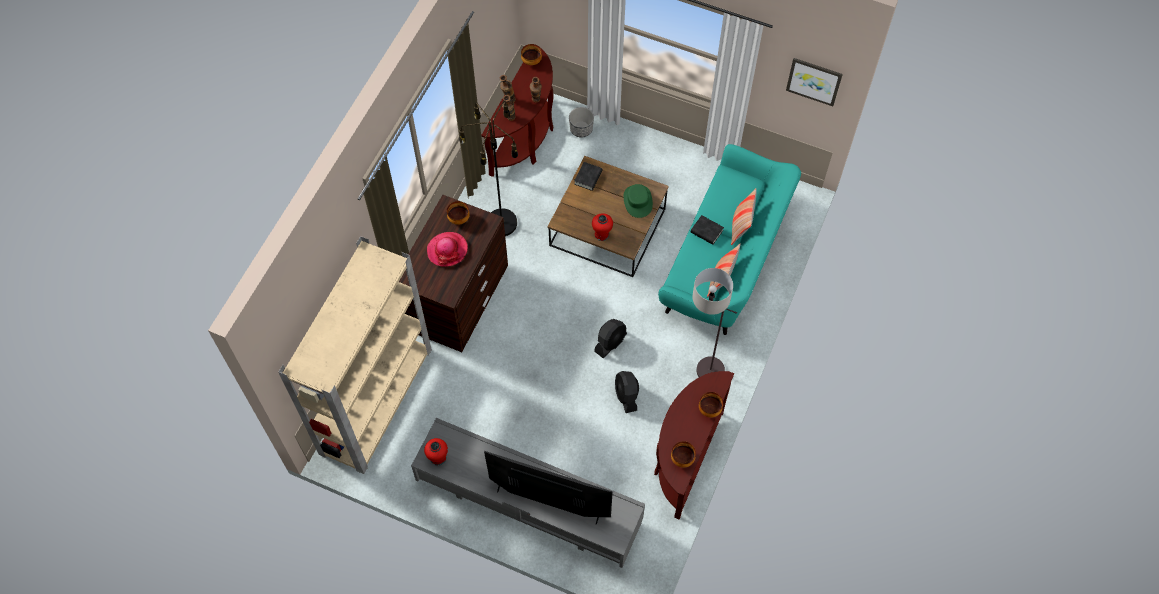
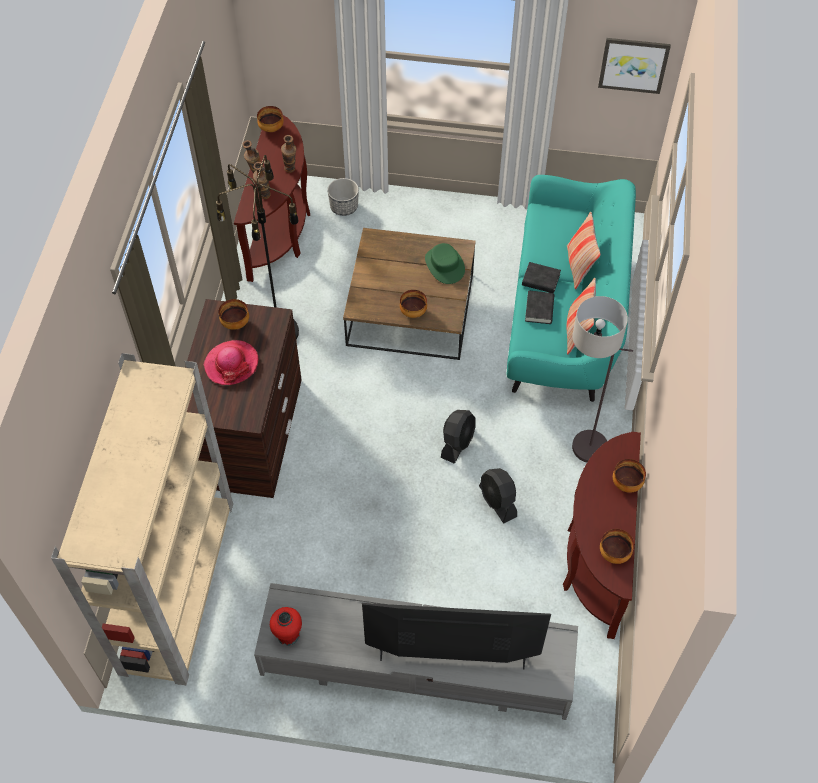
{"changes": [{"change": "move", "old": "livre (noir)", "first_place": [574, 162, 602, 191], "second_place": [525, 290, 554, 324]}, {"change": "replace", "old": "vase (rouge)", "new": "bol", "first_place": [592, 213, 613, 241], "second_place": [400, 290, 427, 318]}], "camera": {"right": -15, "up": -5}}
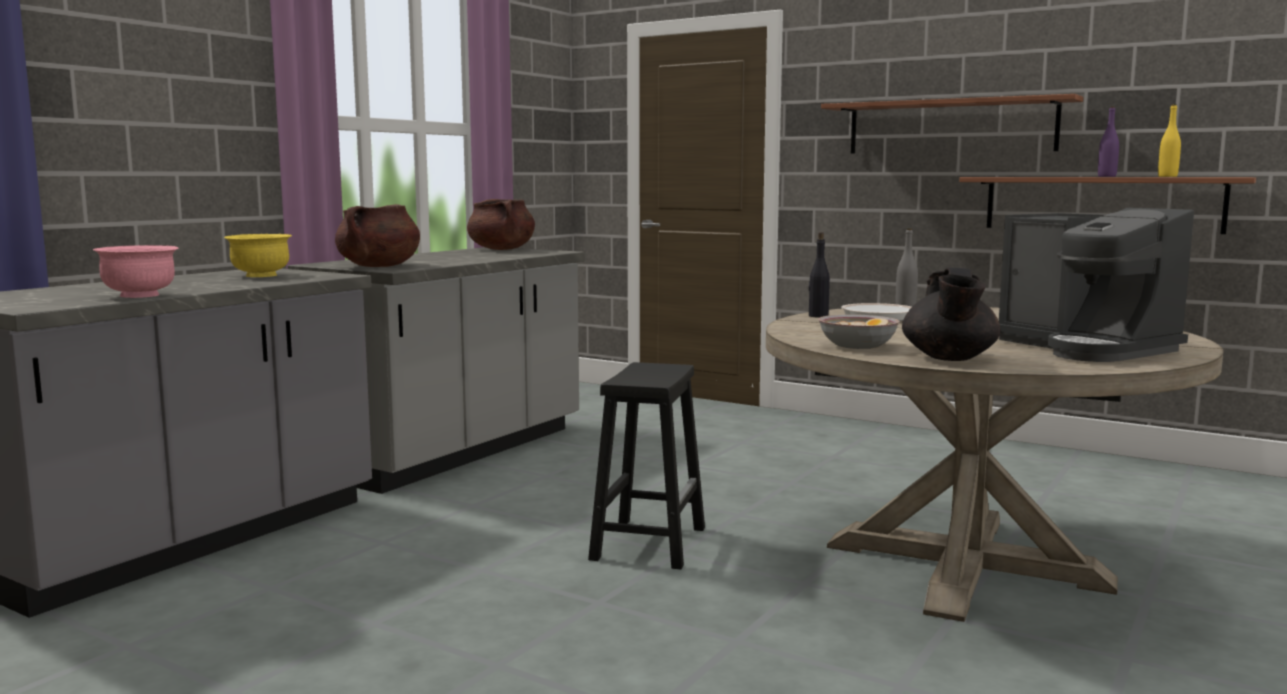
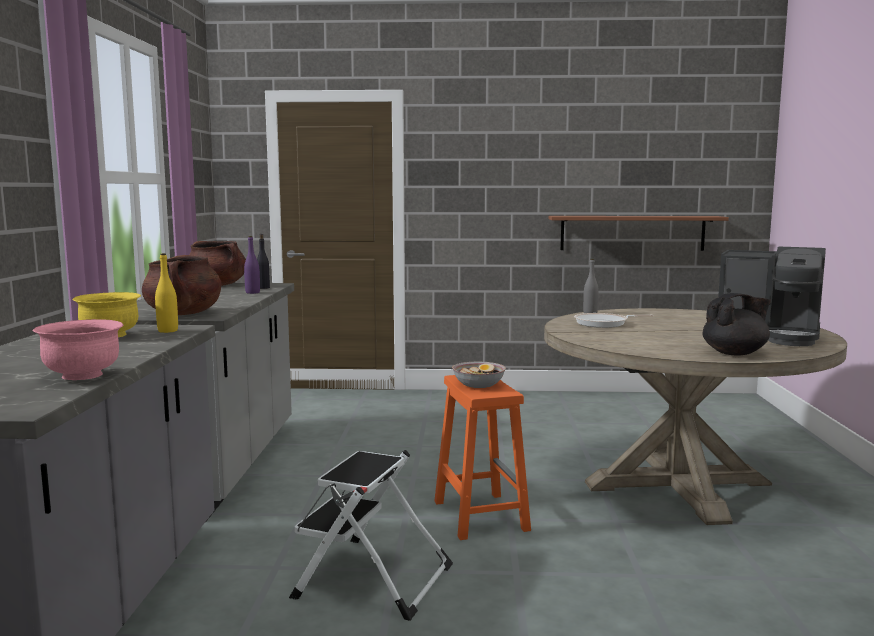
{"changes": [{"change": "delete", "old": "étagère", "first_place": [821, 94, 1083, 154]}, {"change": "move", "old": "bouteille (jaune)", "first_place": [1158, 104, 1181, 177], "second_place": [155, 253, 178, 333]}, {"change": "move", "old": "bouteille (violet)", "first_place": [1098, 106, 1119, 177], "second_place": [244, 236, 260, 294]}, {"change": "move", "old": "bouteille (noir)", "first_place": [809, 232, 830, 318], "second_place": [257, 234, 270, 289]}, {"change": "rotate", "old": "théière (noir)", "first_place": [902, 267, 1000, 361], "second_place": [703, 293, 771, 356], "degrees": -90}, {"change": "move", "old": "bol", "first_place": [818, 314, 900, 349], "second_place": [452, 361, 506, 388]}, {"change": "recolor", "old": "tabouret (noir)", "new": "tabouret (orange)", "first_place": [588, 362, 705, 570], "second_place": [434, 375, 531, 540]}, {"change": "insert", "new": "escabeau", "second_place": [289, 450, 453, 621]}], "camera": {"right": -30, "up": 0}}
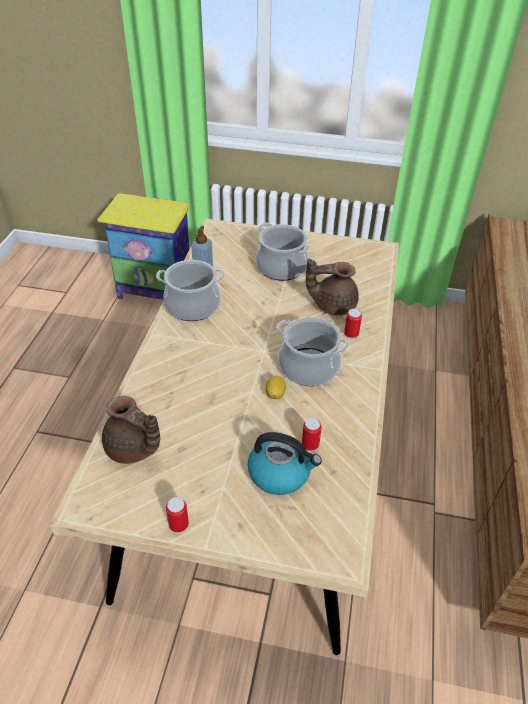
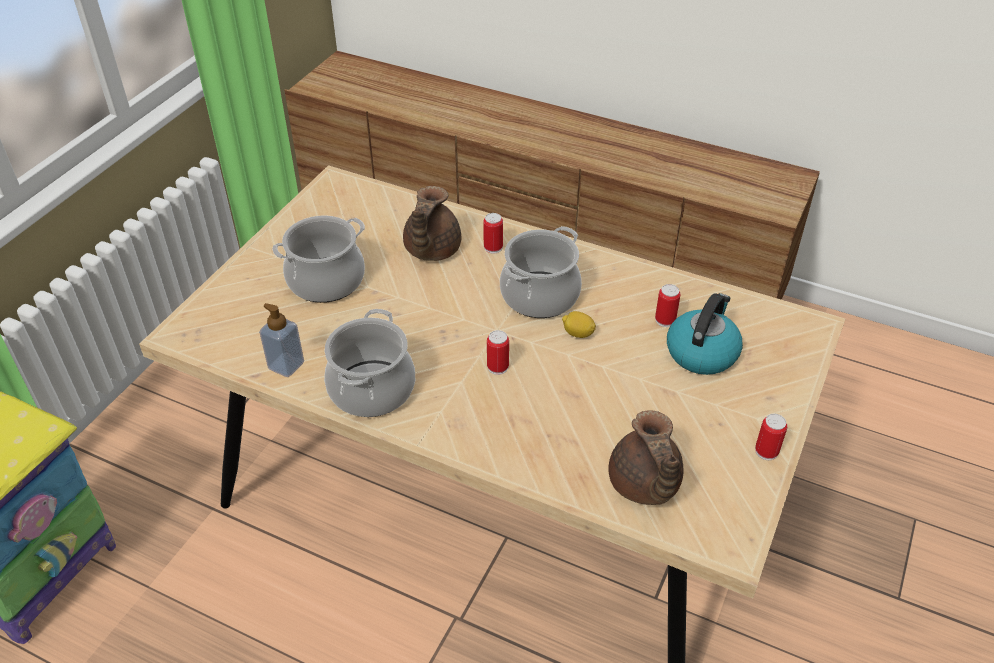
{"changes": [{"change": "rotate", "old": "théière (marron)", "first_place": [102, 396, 160, 464], "second_place": [608, 411, 684, 505], "degrees": 120}, {"change": "insert", "new": "boîte métallique", "second_place": [487, 330, 509, 375]}], "camera": {"right": -75, "up": 0}}
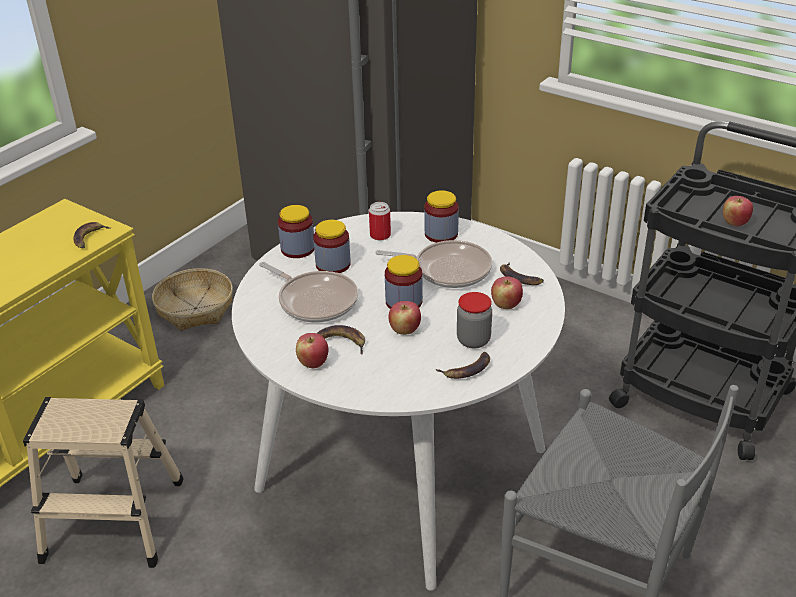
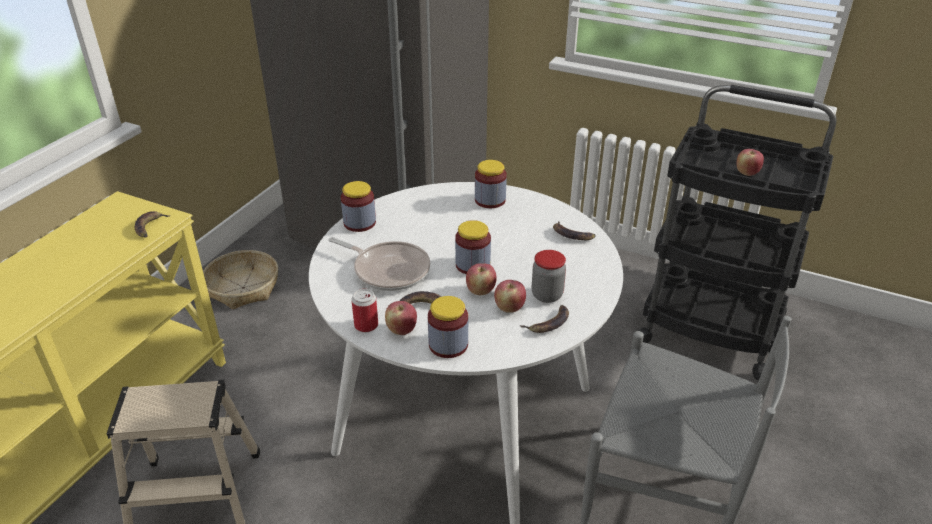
{"changes": [{"change": "move", "old": "boîte métallique", "first_place": [369, 202, 391, 240], "second_place": [351, 289, 378, 332]}, {"change": "move", "old": "bocal", "first_place": [313, 220, 351, 273], "second_place": [428, 296, 468, 358]}, {"change": "delete", "old": "poêle", "first_place": [375, 240, 492, 288]}, {"change": "move", "old": "pomme", "first_place": [491, 276, 523, 309], "second_place": [494, 280, 526, 313]}], "camera": {"right": -10, "up": 0}}
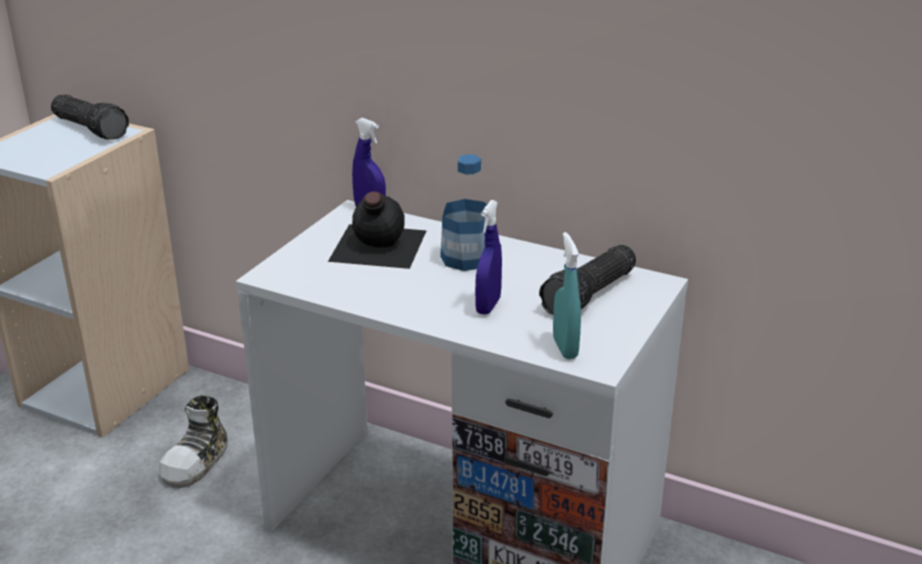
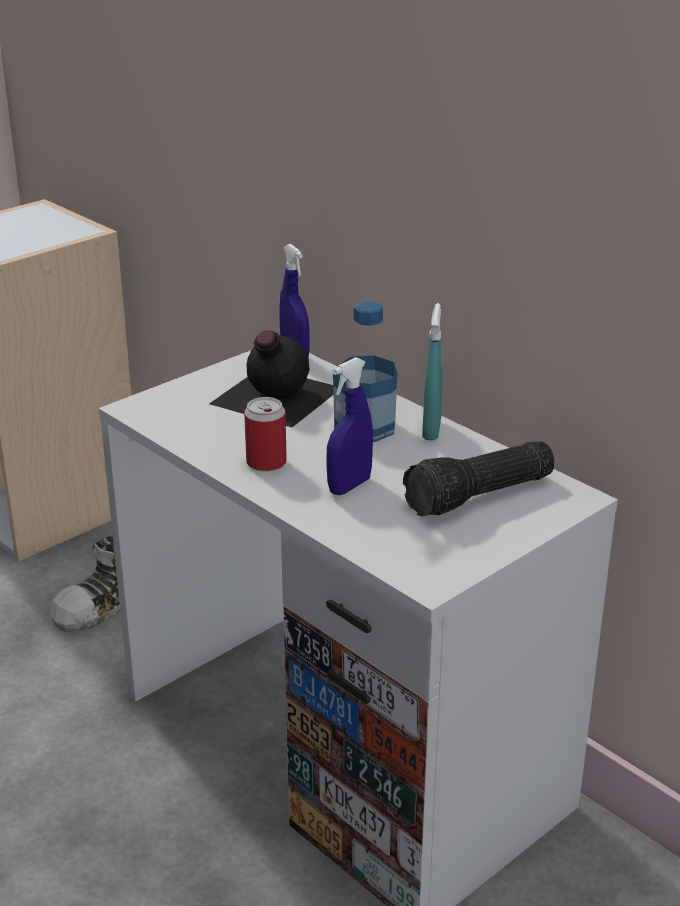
{"changes": [{"change": "delete", "old": "lampe de poche", "first_place": [51, 95, 129, 140]}, {"change": "move", "old": "vaporisateur (turquoise)", "first_place": [553, 232, 581, 359], "second_place": [422, 303, 443, 440]}, {"change": "insert", "new": "boîte métallique", "second_place": [244, 397, 287, 472]}], "camera": {"right": 20, "up": 0}}
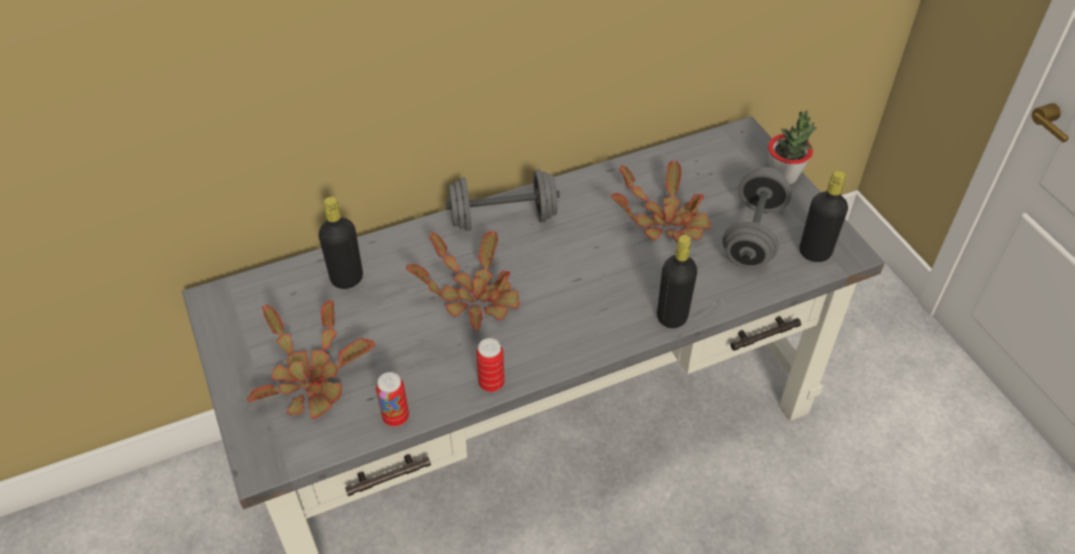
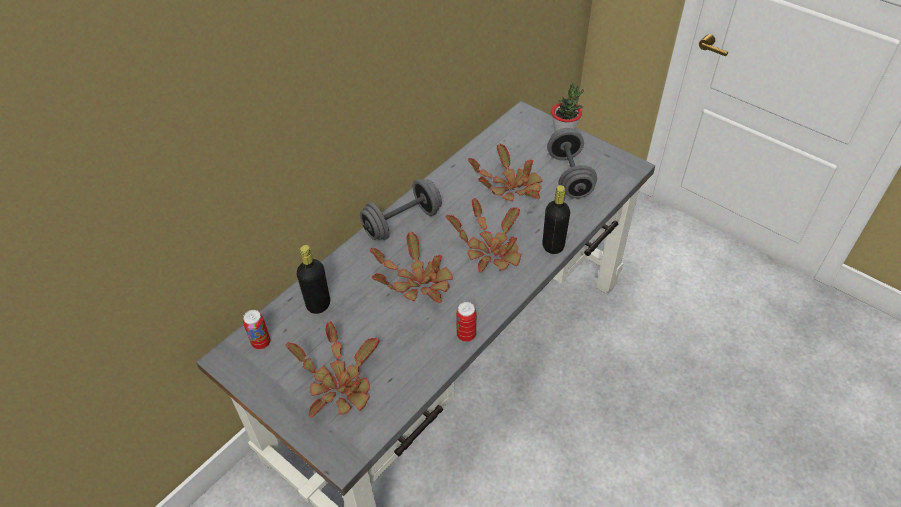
{"changes": [{"change": "delete", "old": "bouteille (noir)", "first_place": [800, 170, 848, 262]}, {"change": "move", "old": "boîte métallique", "first_place": [376, 372, 409, 427], "second_place": [243, 310, 271, 350]}, {"change": "insert", "new": "plante en pot", "second_place": [446, 198, 521, 272]}], "camera": {"right": -25, "up": 0}}
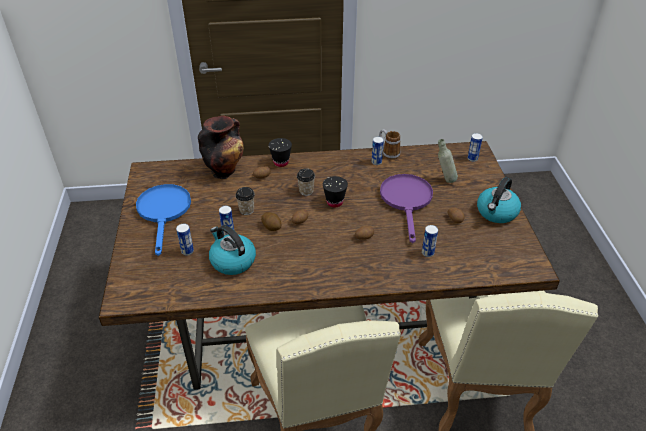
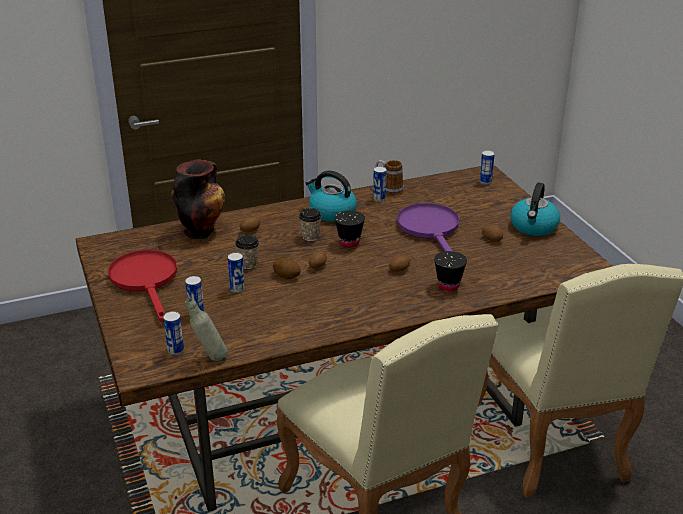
{"changes": [{"change": "move", "old": "tasse (noir)", "first_place": [269, 138, 292, 167], "second_place": [434, 251, 467, 291]}, {"change": "move", "old": "bouteille (gris)", "first_place": [438, 139, 458, 183], "second_place": [185, 298, 227, 361]}, {"change": "recolor", "old": "poêle (bleu)", "new": "poêle (rouge)", "first_place": [136, 184, 191, 256], "second_place": [108, 250, 177, 322]}, {"change": "move", "old": "bouilloire", "first_place": [209, 225, 256, 275], "second_place": [306, 171, 357, 222]}, {"change": "move", "old": "boîte métallique", "first_place": [422, 225, 438, 257], "second_place": [163, 311, 184, 355]}], "camera": {"right": -15, "up": -10}}
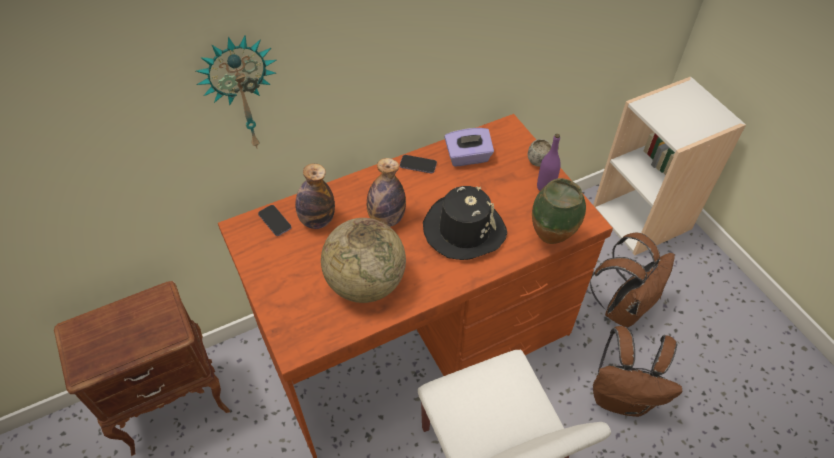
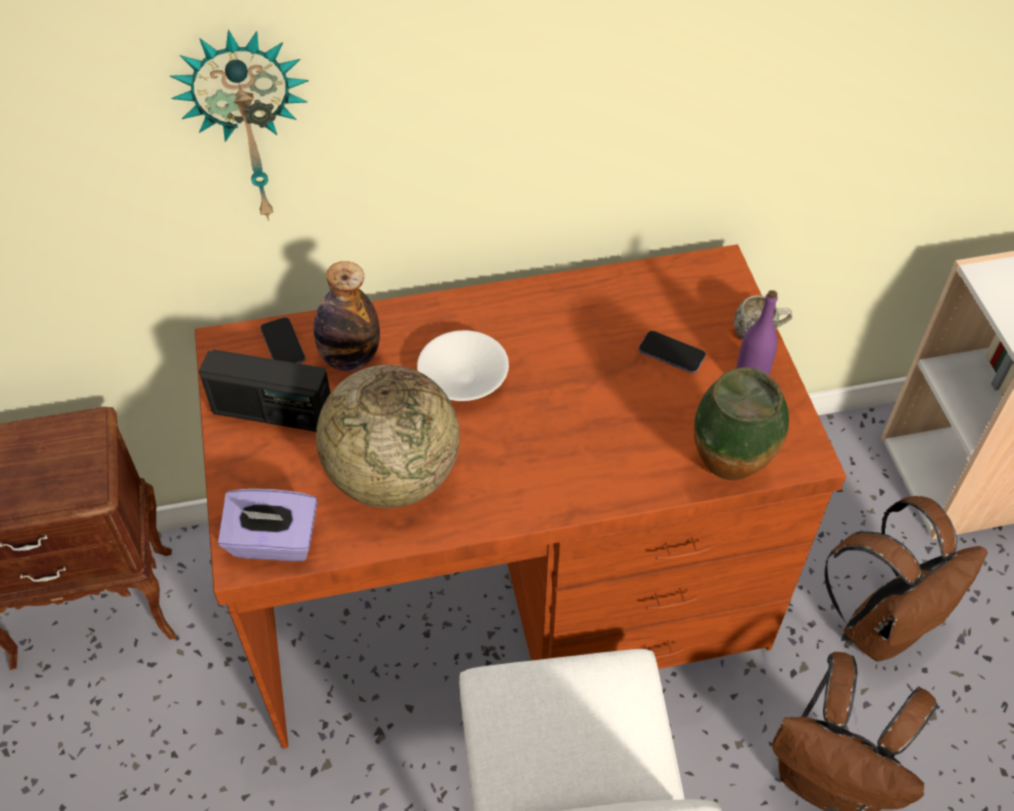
{"changes": [{"change": "move", "old": "boîte à mouchoirs (violet)", "first_place": [444, 128, 494, 167], "second_place": [218, 489, 318, 561]}, {"change": "move", "old": "téléphone", "first_place": [400, 155, 437, 174], "second_place": [639, 331, 706, 373]}, {"change": "replace", "old": "bouteille", "new": "bol (blanc)", "first_place": [367, 158, 406, 227], "second_place": [417, 330, 509, 401]}, {"change": "delete", "old": "chapeau (noir)", "first_place": [423, 186, 507, 260]}, {"change": "insert", "new": "radio", "second_place": [199, 350, 330, 432]}], "camera": {"right": 15, "up": 0}}
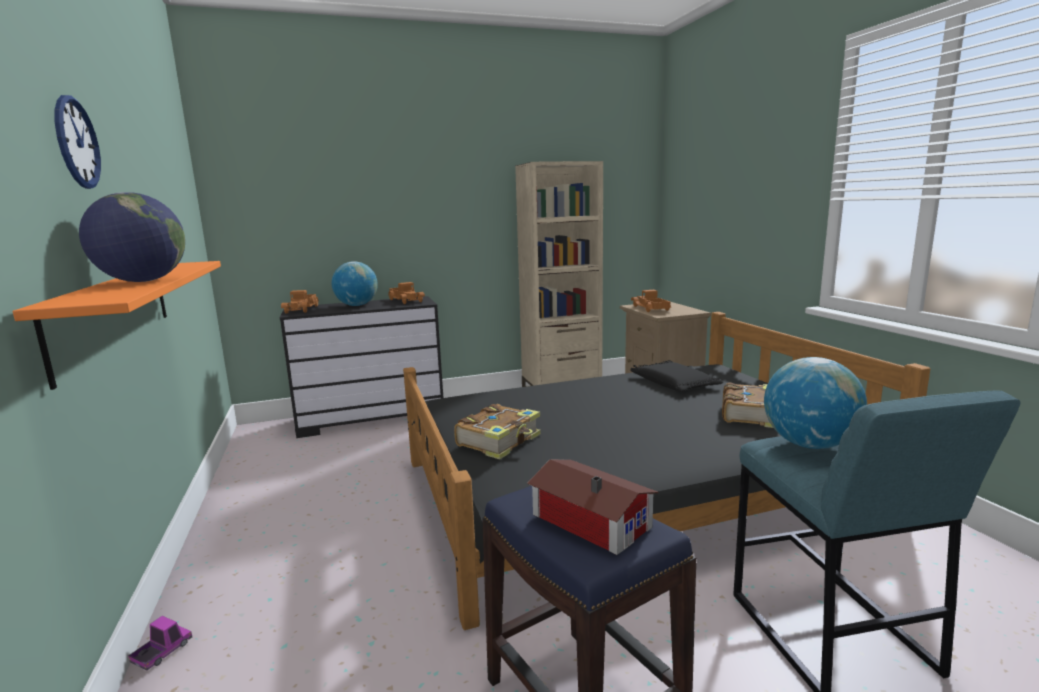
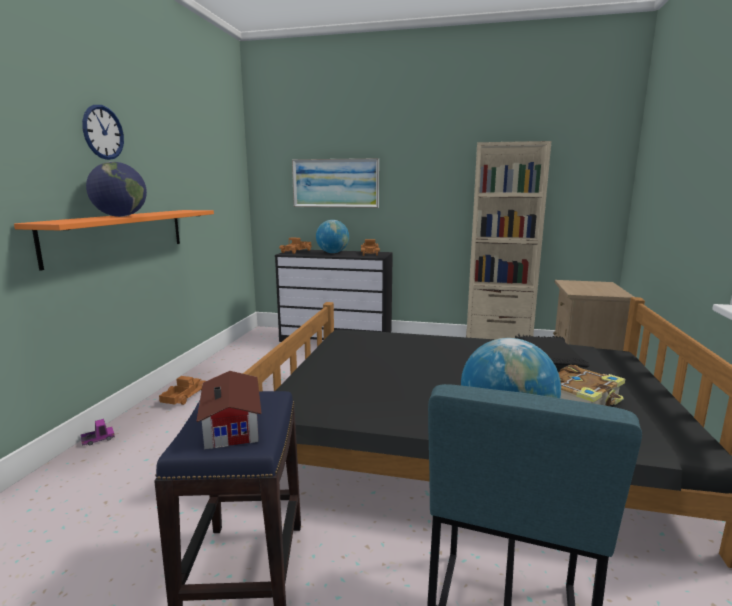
{"changes": [{"change": "move", "old": "camion jouet", "first_place": [631, 290, 671, 312], "second_place": [159, 376, 205, 405]}, {"change": "delete", "old": "livre", "first_place": [454, 404, 541, 459]}, {"change": "insert", "new": "tableau", "second_place": [292, 158, 379, 208]}], "camera": {"right": 30, "up": 0}}
